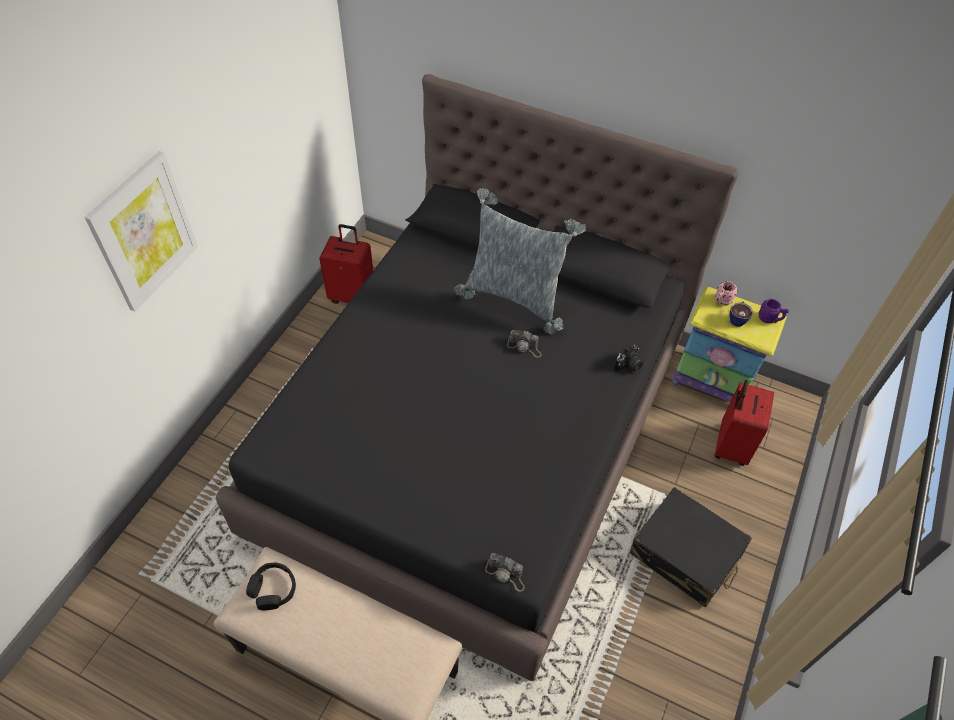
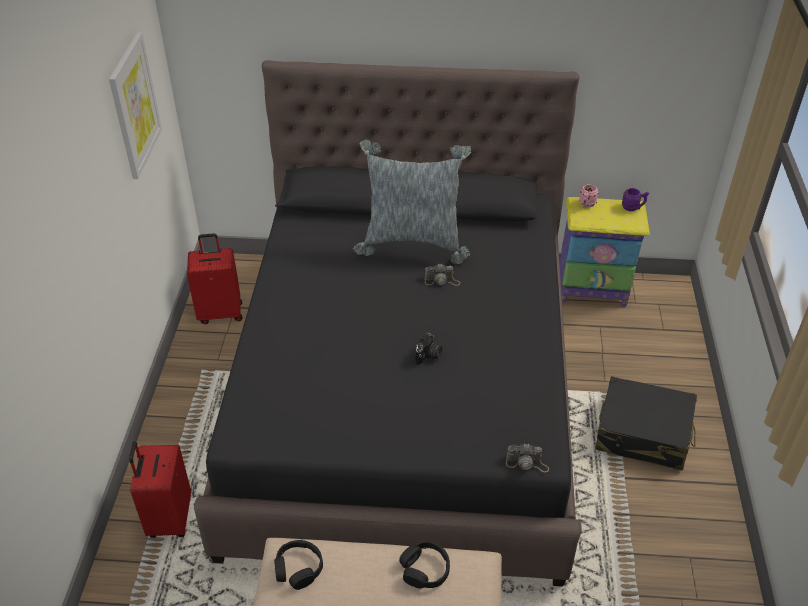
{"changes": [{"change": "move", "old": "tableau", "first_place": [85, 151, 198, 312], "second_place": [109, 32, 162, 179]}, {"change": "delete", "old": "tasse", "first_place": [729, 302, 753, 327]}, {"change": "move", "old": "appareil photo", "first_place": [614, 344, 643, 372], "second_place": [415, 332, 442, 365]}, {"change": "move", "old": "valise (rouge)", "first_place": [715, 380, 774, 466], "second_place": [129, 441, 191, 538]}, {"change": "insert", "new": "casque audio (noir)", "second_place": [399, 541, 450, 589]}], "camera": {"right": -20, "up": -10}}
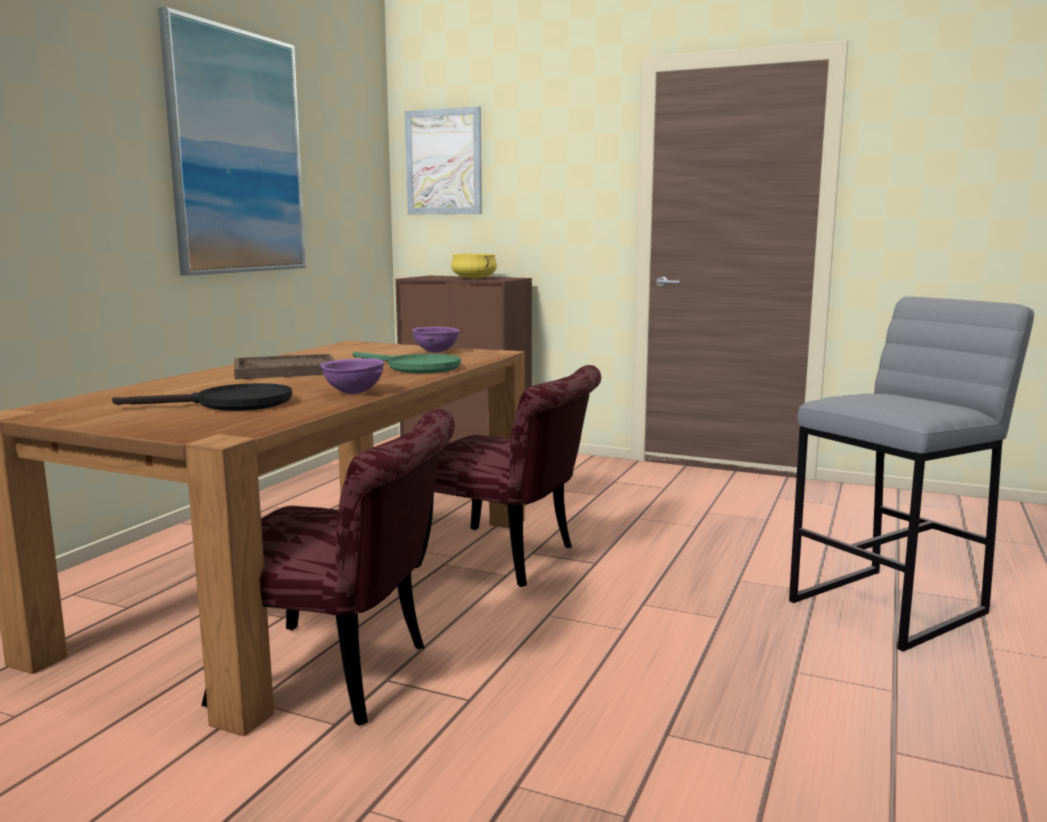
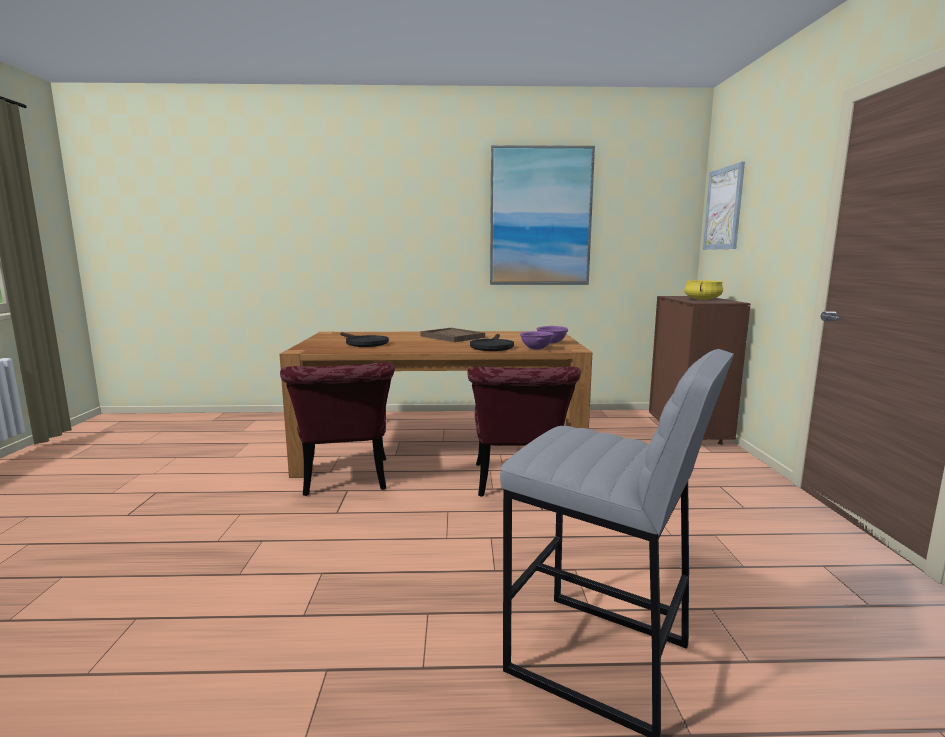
{"changes": [{"change": "recolor", "old": "poêle (vert)", "new": "poêle (noir)", "first_place": [353, 352, 461, 373], "second_place": [470, 334, 514, 351]}, {"change": "move", "old": "bol (violet)", "first_place": [320, 358, 384, 394], "second_place": [520, 331, 554, 350]}], "camera": {"right": 65, "up": 0}}
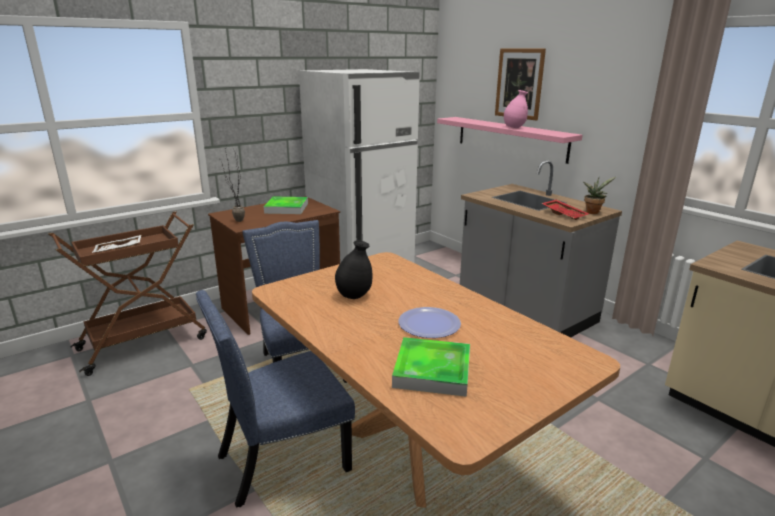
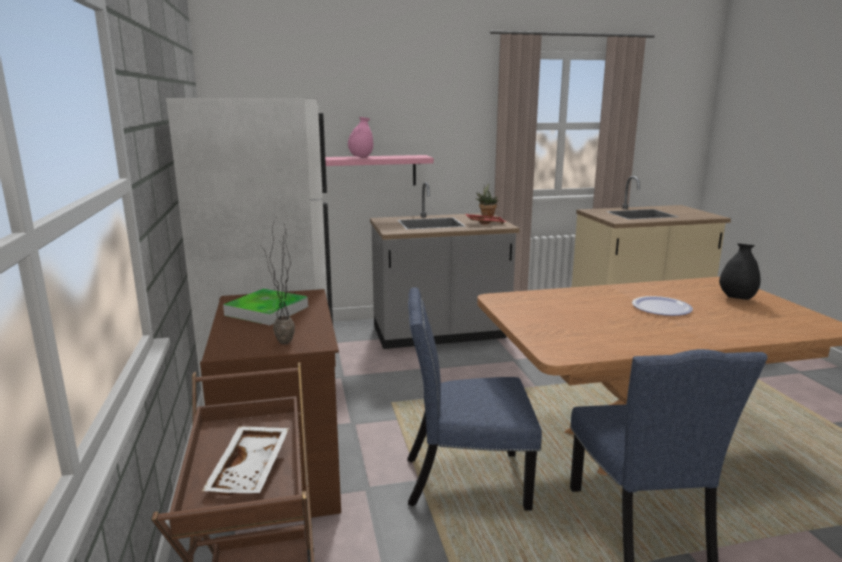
{"changes": [{"change": "delete", "old": "tableau", "first_place": [495, 49, 546, 121]}, {"change": "move", "old": "vase (noir)", "first_place": [335, 240, 372, 299], "second_place": [719, 243, 761, 300]}, {"change": "delete", "old": "plateau", "first_place": [392, 337, 470, 397]}], "camera": {"right": -65, "up": -5}}
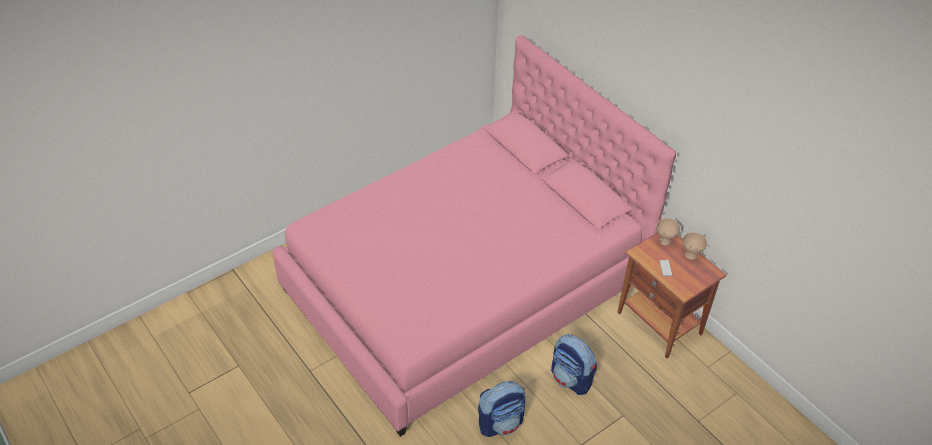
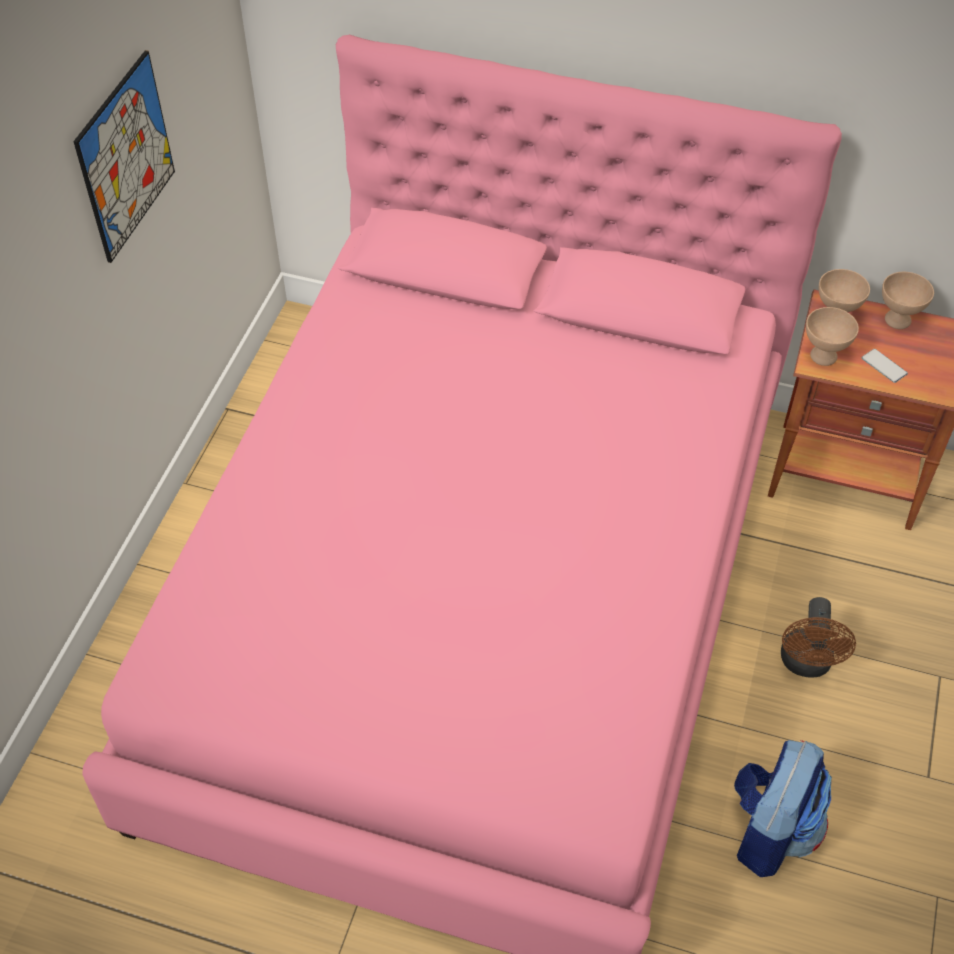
{"changes": [{"change": "replace", "old": "sac à dos", "new": "ventilateur (marron)", "first_place": [551, 334, 597, 395], "second_place": [781, 597, 856, 678]}, {"change": "insert", "new": "tableau", "second_place": [73, 50, 175, 263]}, {"change": "insert", "new": "bol (beige)", "second_place": [806, 307, 859, 366]}], "camera": {"right": -35, "up": 5}}
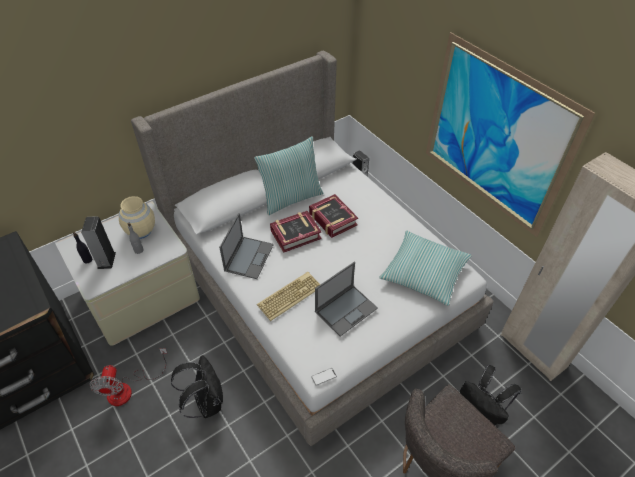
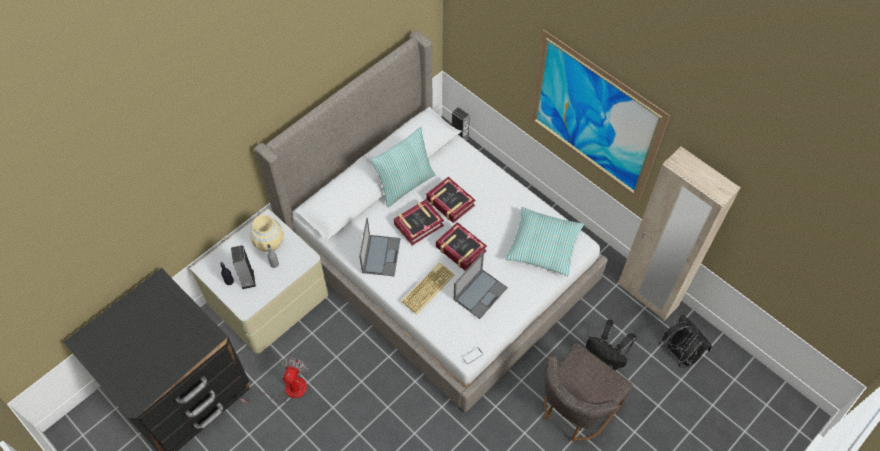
{"changes": [{"change": "rotate", "old": "ventilateur", "first_place": [90, 348, 167, 406], "second_place": [240, 357, 308, 407], "degrees": -150}, {"change": "move", "old": "sac à dos (noir)", "first_place": [171, 355, 223, 418], "second_place": [659, 314, 713, 368]}, {"change": "insert", "new": "livre", "second_place": [436, 222, 487, 271]}], "camera": {"right": -10, "up": 10}}
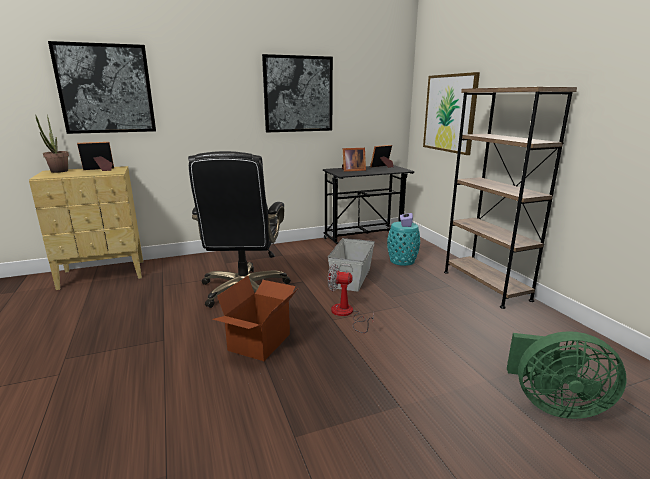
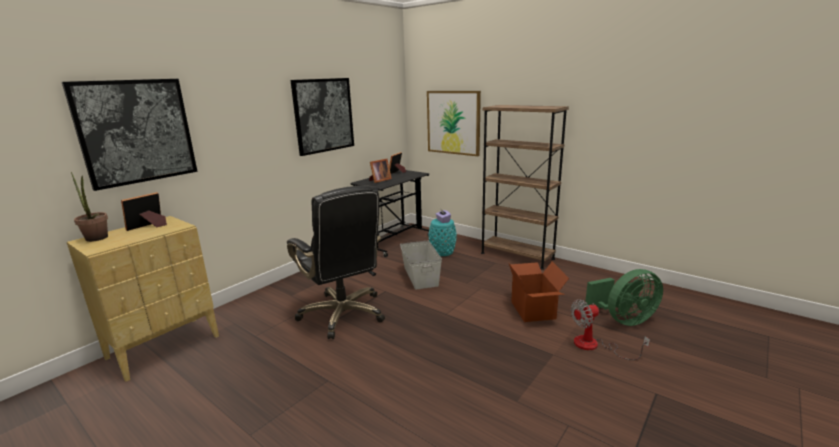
{"changes": [{"change": "move", "old": "ventilateur", "first_place": [328, 264, 374, 333], "second_place": [571, 299, 650, 360]}, {"change": "move", "old": "carton", "first_place": [212, 276, 298, 361], "second_place": [509, 262, 569, 322]}], "camera": {"right": -30, "up": 0}}
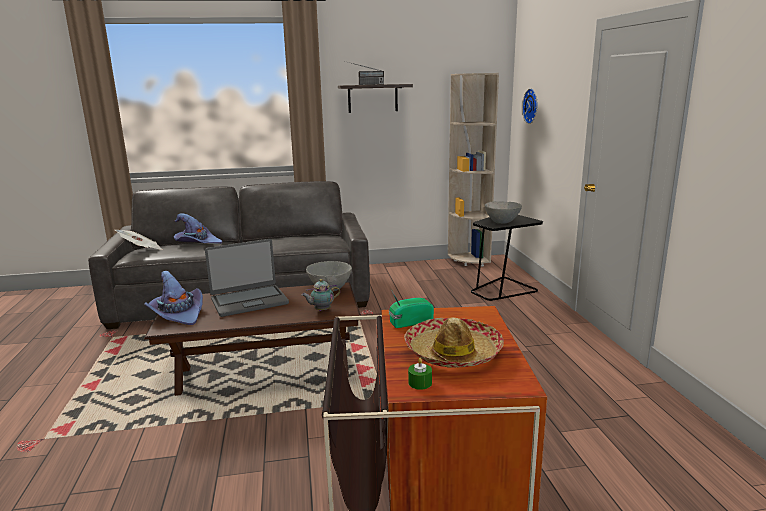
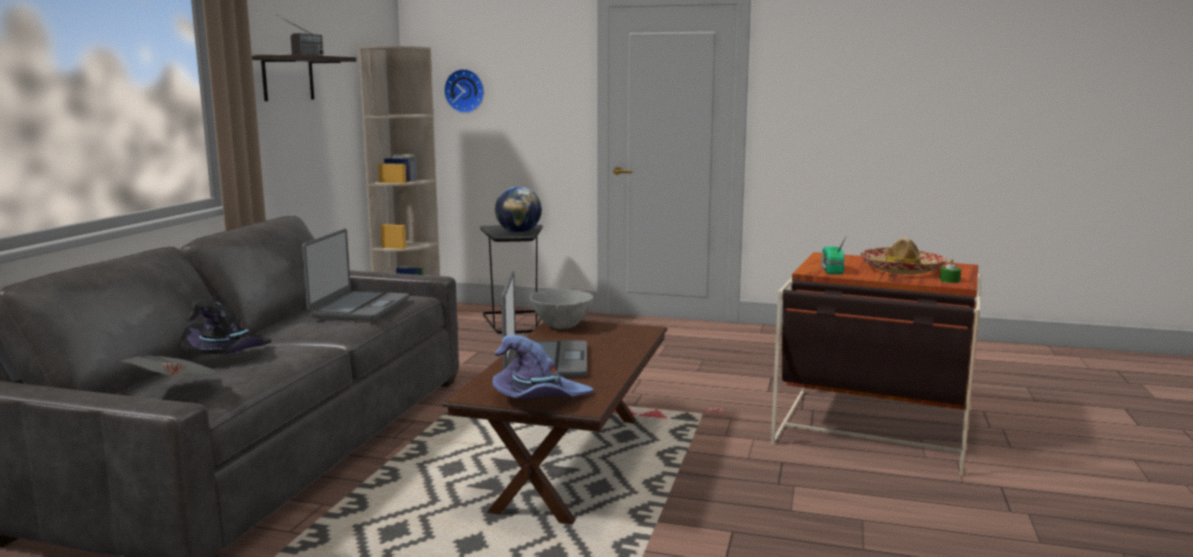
{"changes": [{"change": "replace", "old": "bol (gris)", "new": "globe", "first_place": [484, 201, 522, 224], "second_place": [495, 186, 542, 233]}, {"change": "recolor", "old": "chapeau (violet)", "new": "chapeau (noir)", "first_place": [174, 213, 222, 244], "second_place": [179, 299, 271, 355]}, {"change": "delete", "old": "théière", "first_place": [301, 279, 340, 311]}, {"change": "insert", "new": "ordinateur portable", "second_place": [302, 229, 409, 320]}], "camera": {"right": -65, "up": -5}}
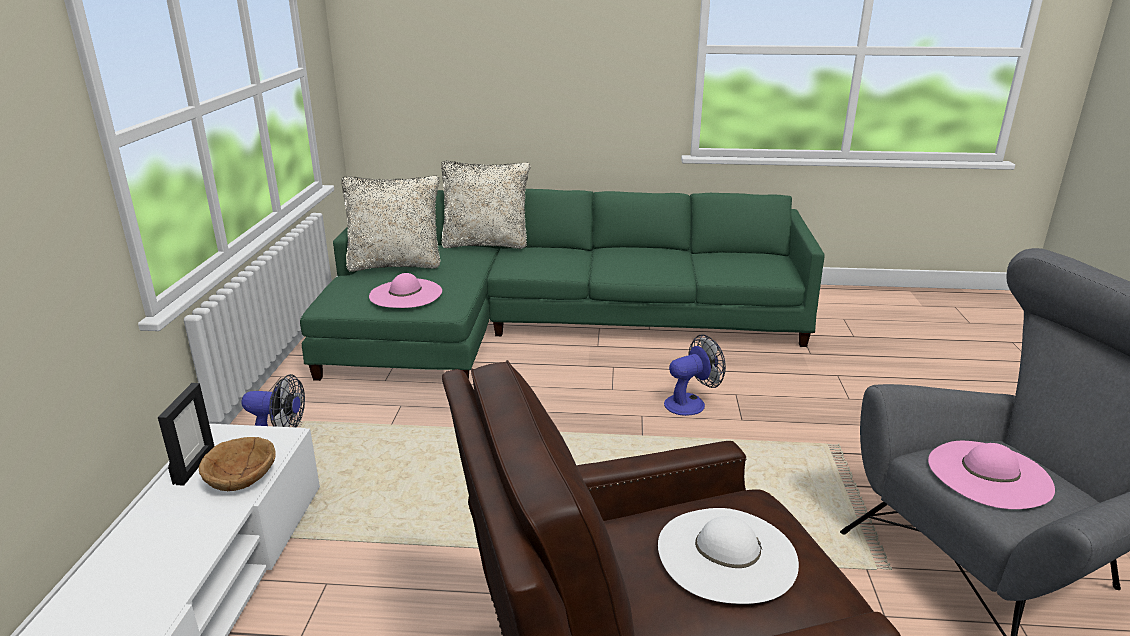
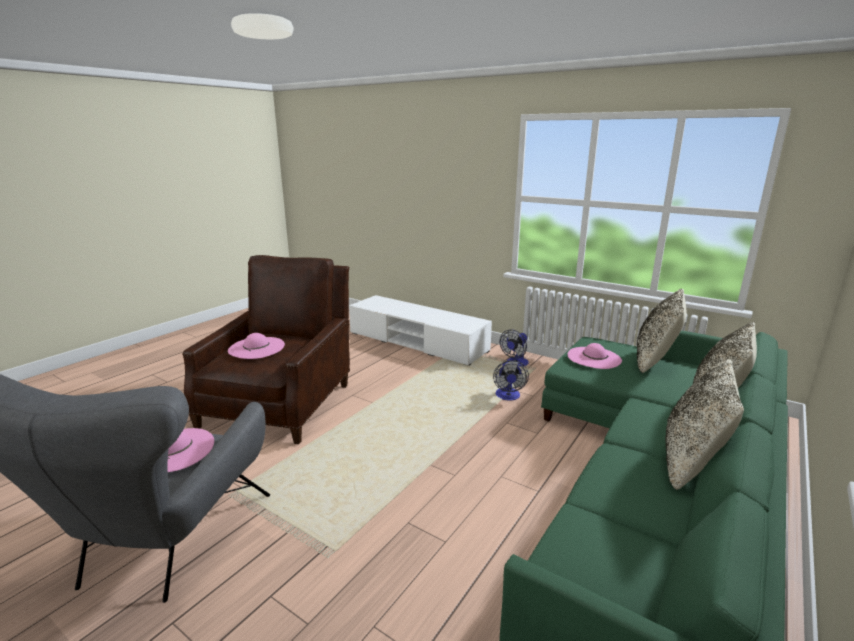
{"changes": [{"change": "move", "old": "ventilateur", "first_place": [664, 335, 726, 416], "second_place": [493, 360, 529, 401]}, {"change": "delete", "old": "cadre photo", "first_place": [158, 383, 215, 485]}, {"change": "delete", "old": "bol (marron)", "first_place": [199, 437, 276, 491]}, {"change": "recolor", "old": "chapeau (blanc)", "new": "chapeau (rose)", "first_place": [658, 508, 799, 604], "second_place": [228, 333, 285, 359]}, {"change": "insert", "new": "coussin (beige)", "second_place": [665, 358, 744, 490]}], "camera": {"right": 120, "up": -5}}
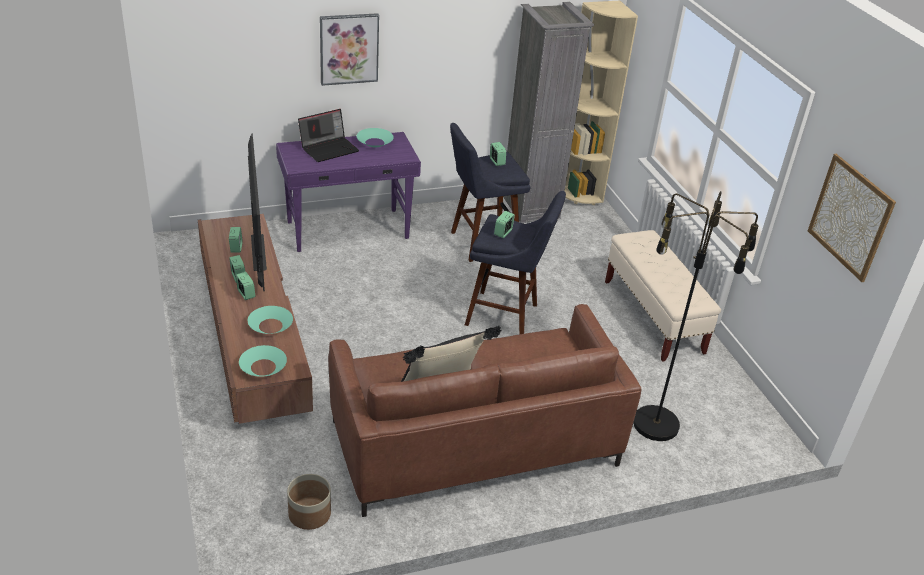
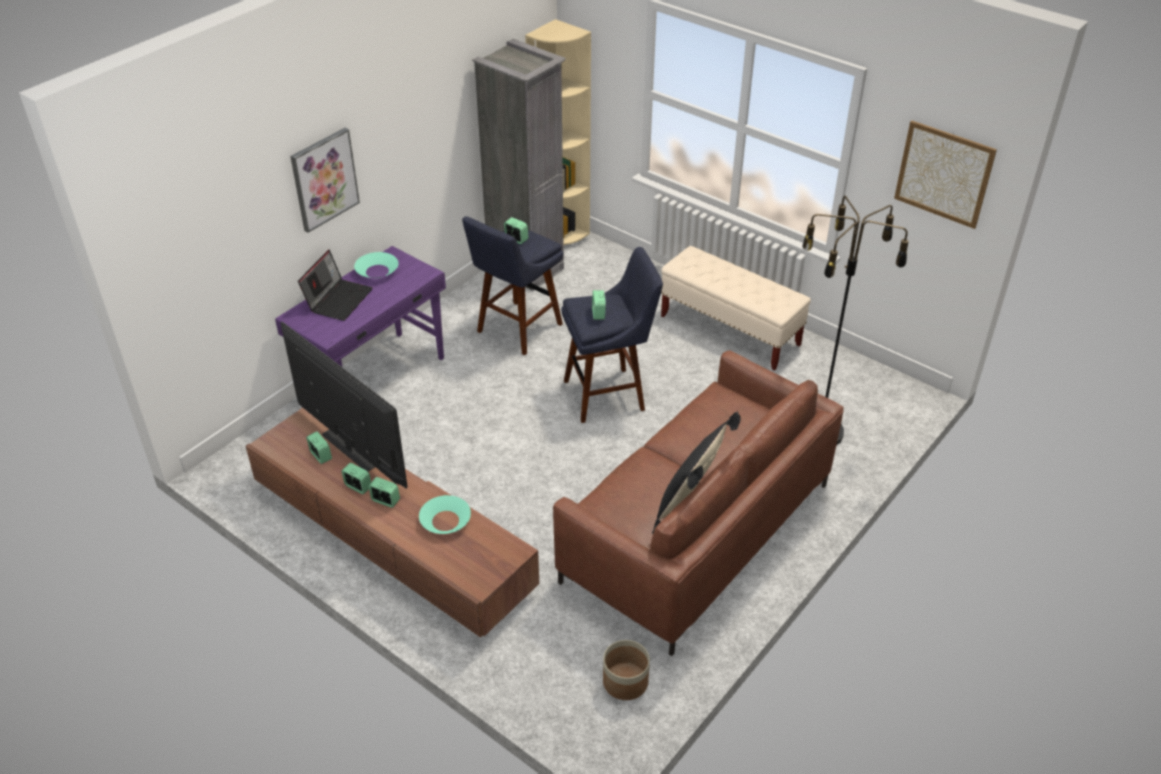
{"changes": [{"change": "delete", "old": "bol (turquoise)", "first_place": [239, 345, 287, 377]}], "camera": {"right": -30, "up": 5}}
